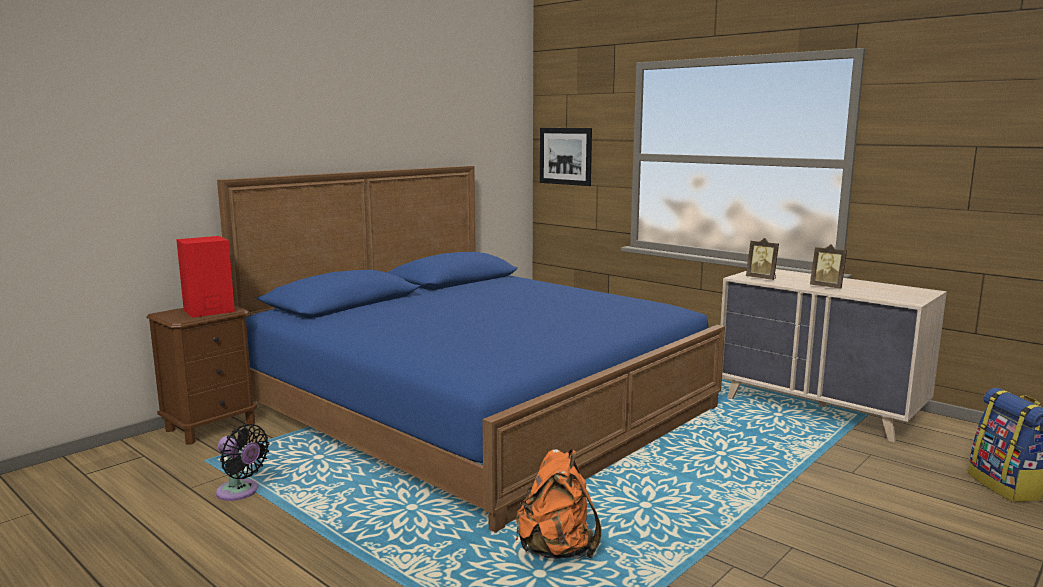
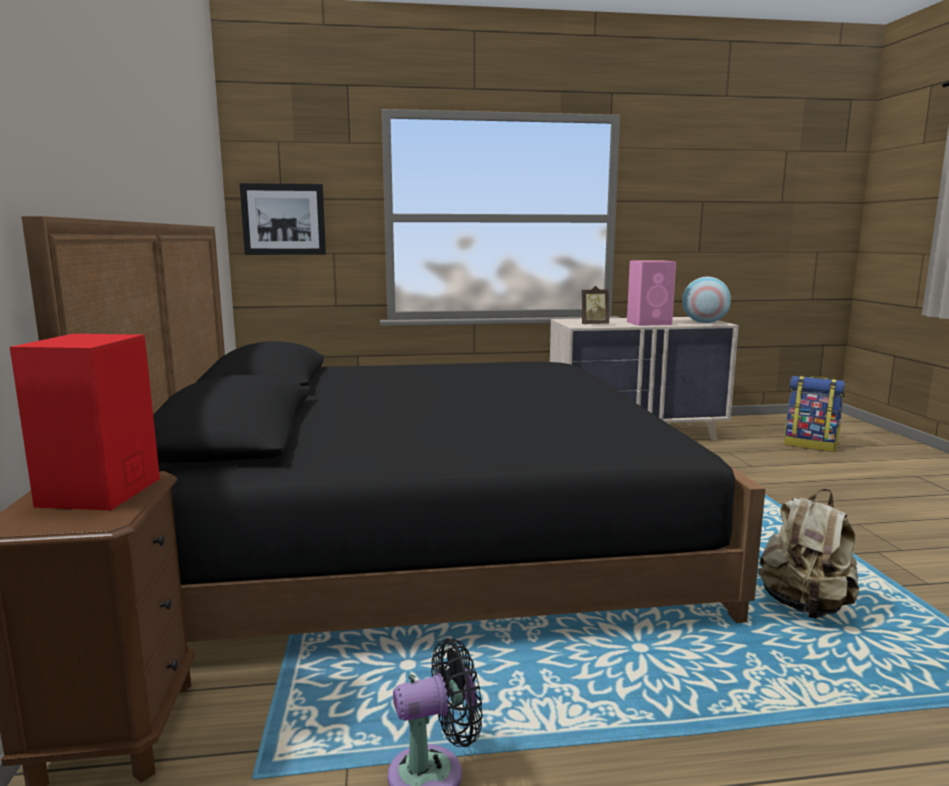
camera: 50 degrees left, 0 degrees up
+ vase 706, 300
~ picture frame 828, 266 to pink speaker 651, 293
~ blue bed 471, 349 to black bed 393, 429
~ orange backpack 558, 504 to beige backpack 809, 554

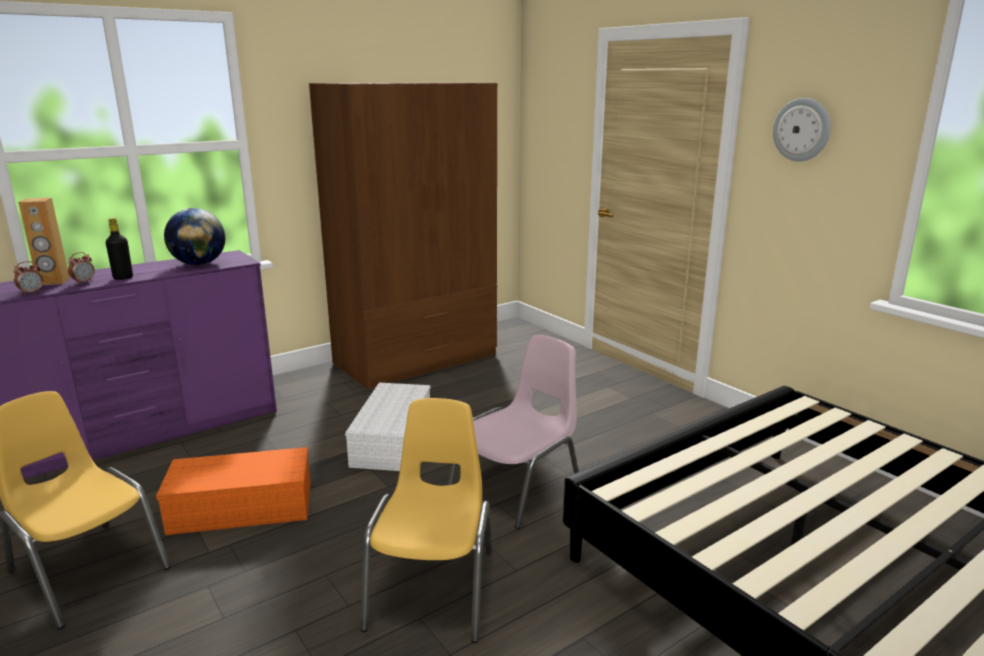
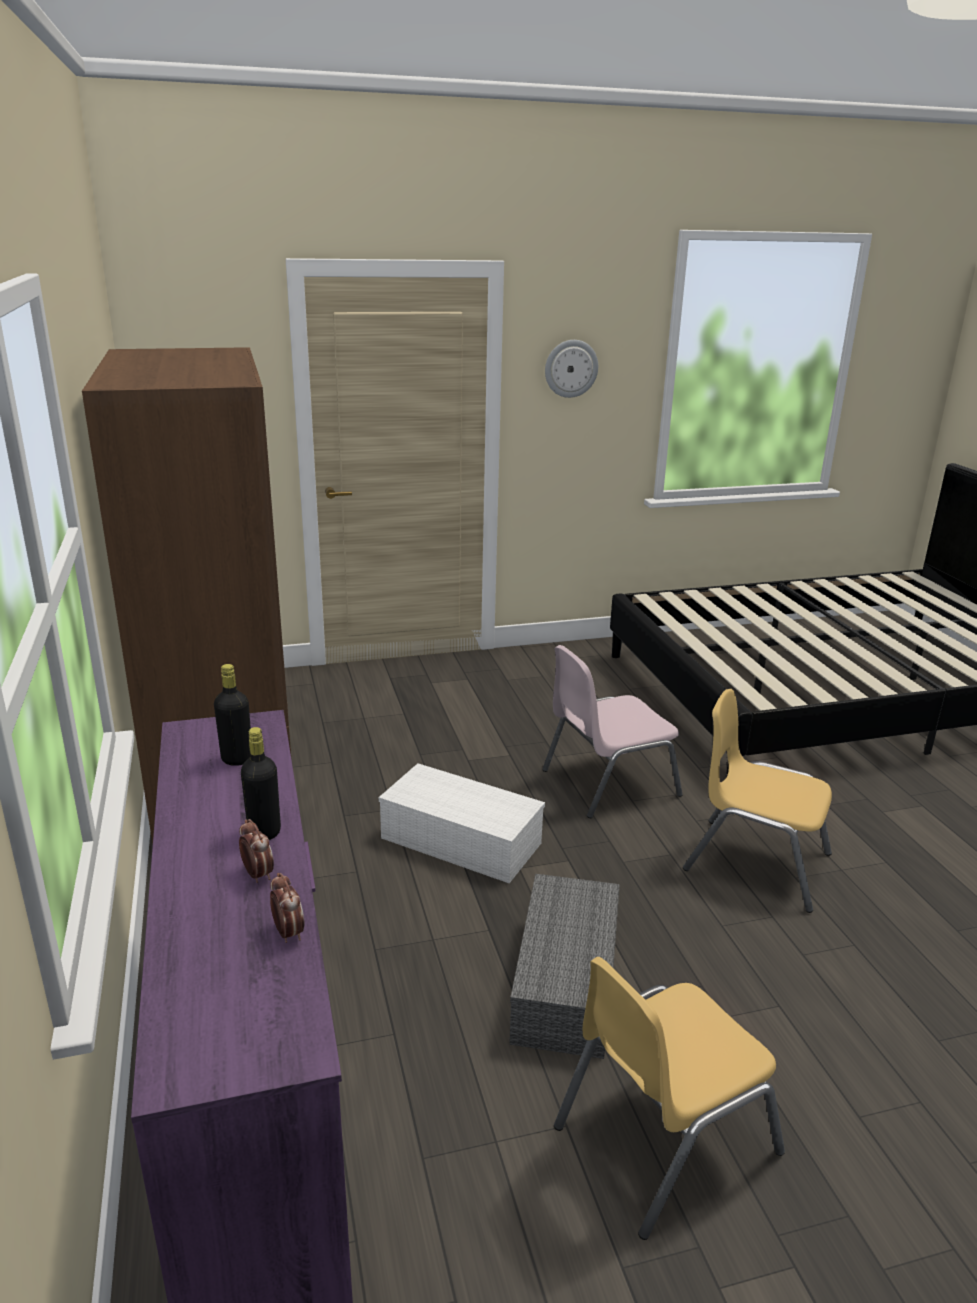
camera: 70 degrees left, 5 degrees up
- brown speaker 44, 241
~ globe 194, 236 to black bottle 232, 715
~ orange storage box 233, 491 to grey storage box 564, 966
~ pink chair 513, 432 = 612, 731 90 degrees counterclockwise

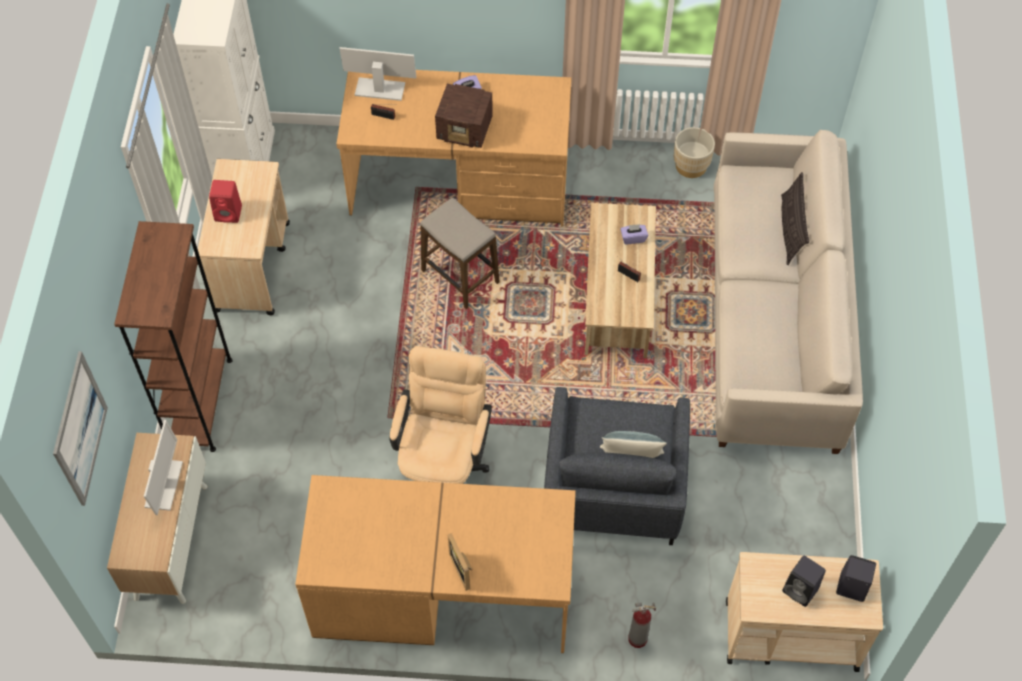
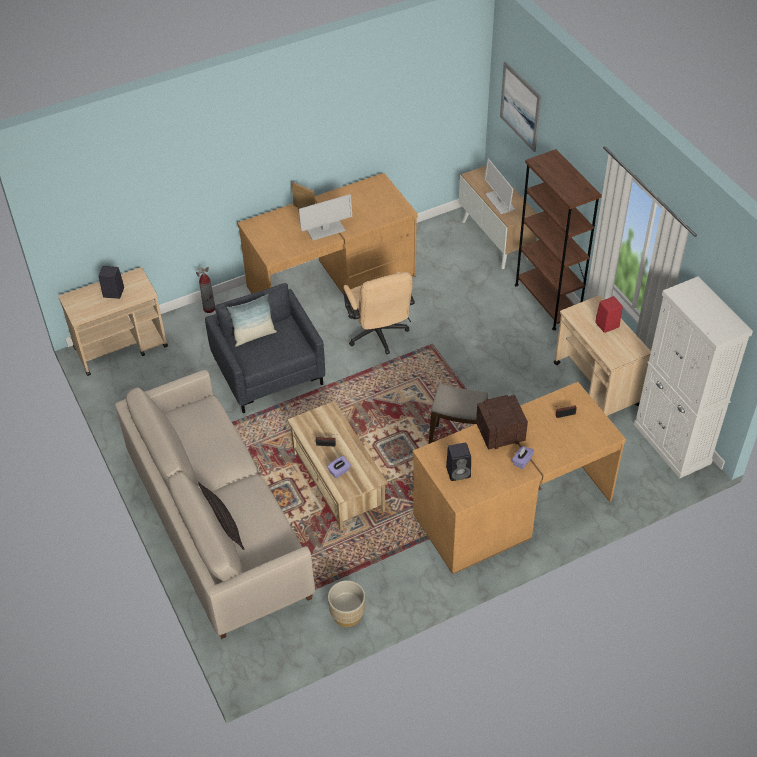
camera: 150 degrees right, 10 degrees down
~ monitor 377, 74 to 325, 217
~ black speaker 856, 578 to 458, 462

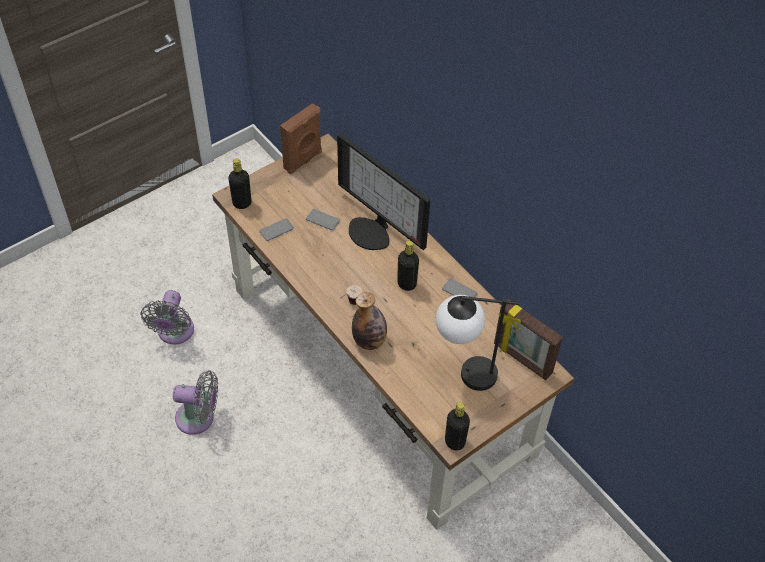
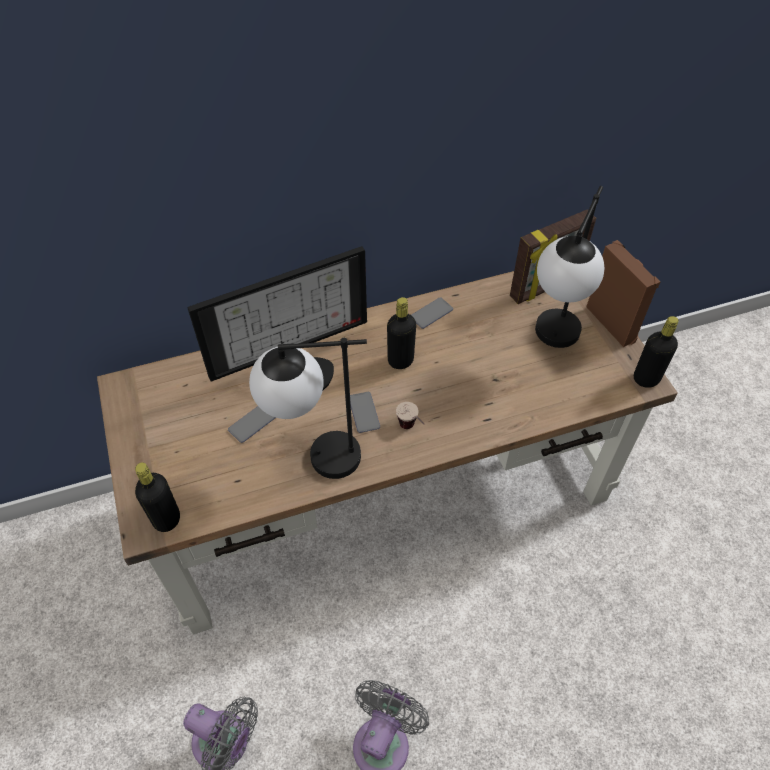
camera: 70 degrees left, 0 degrees up
- bottle 369, 321
+ table lamp 308, 408
~ phone 276, 229 to 365, 412
~ brown speaker 301, 138 to 623, 293

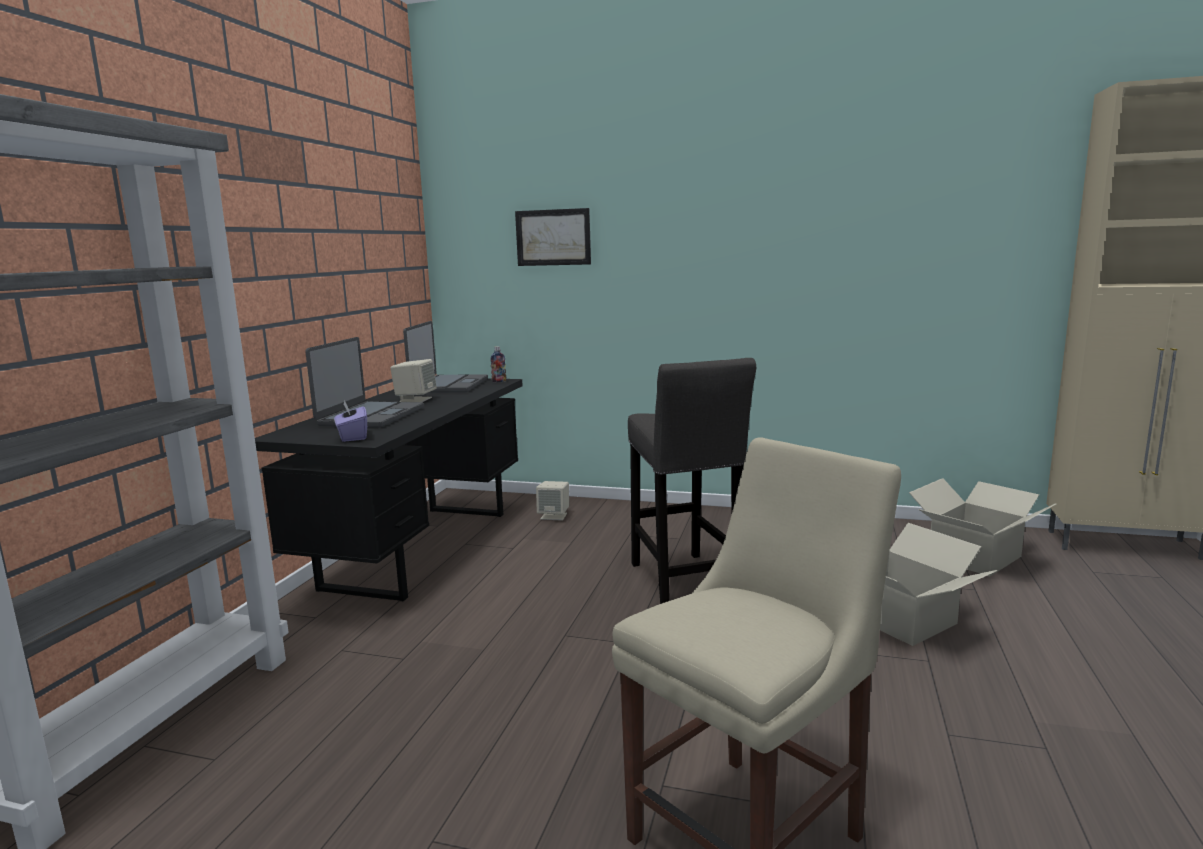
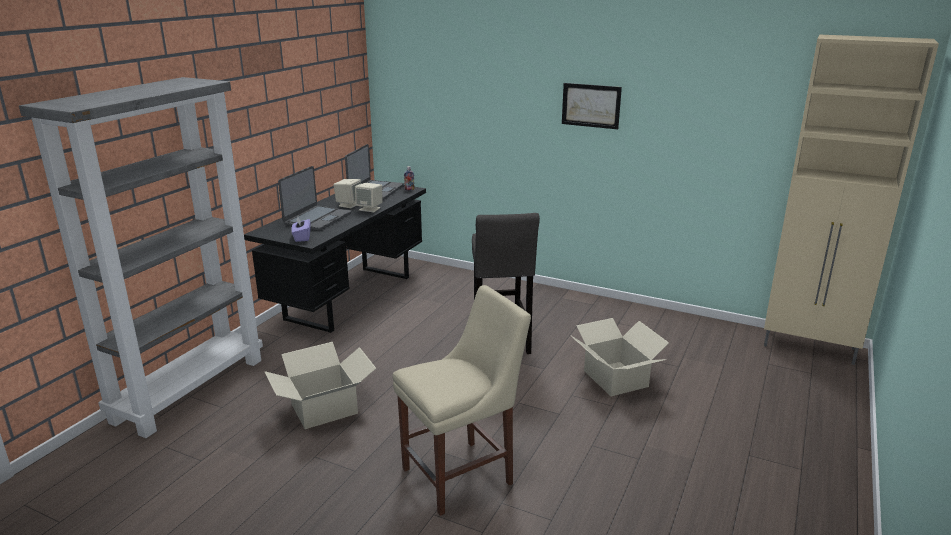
camera: 10 degrees right, 10 degrees up
~ picture 553, 237 to 592, 106
~ beige speaker 552, 501 to 368, 198
~ cardboard box 982, 527 to 320, 385

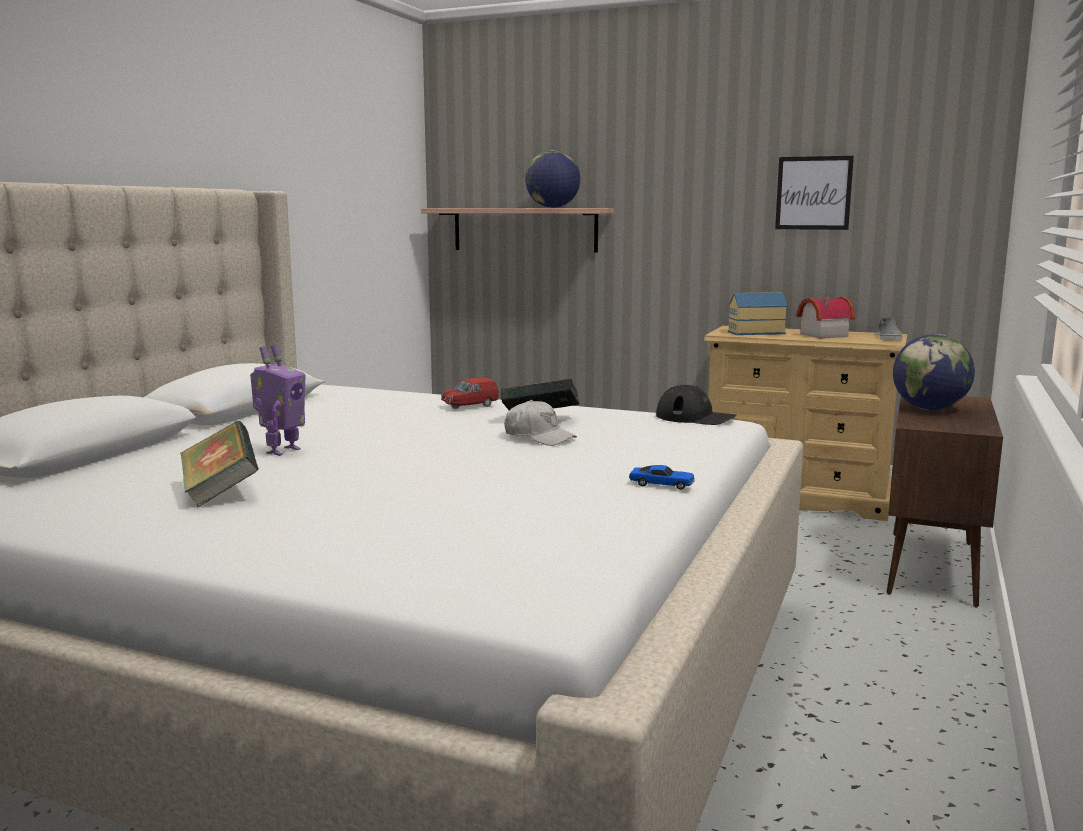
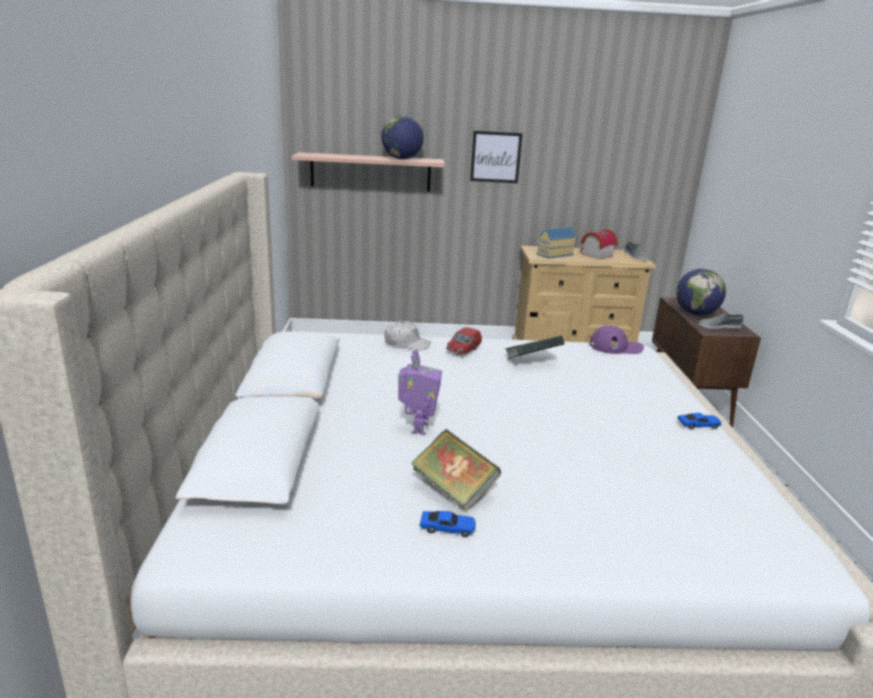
camera: 25 degrees left, 10 degrees up
+ toy car 448, 524
+ grey shoe 721, 320
~ white cap 540, 423 to 407, 336
~ picture 814, 193 to 496, 157
~ black cap 696, 405 to purple cap 617, 339

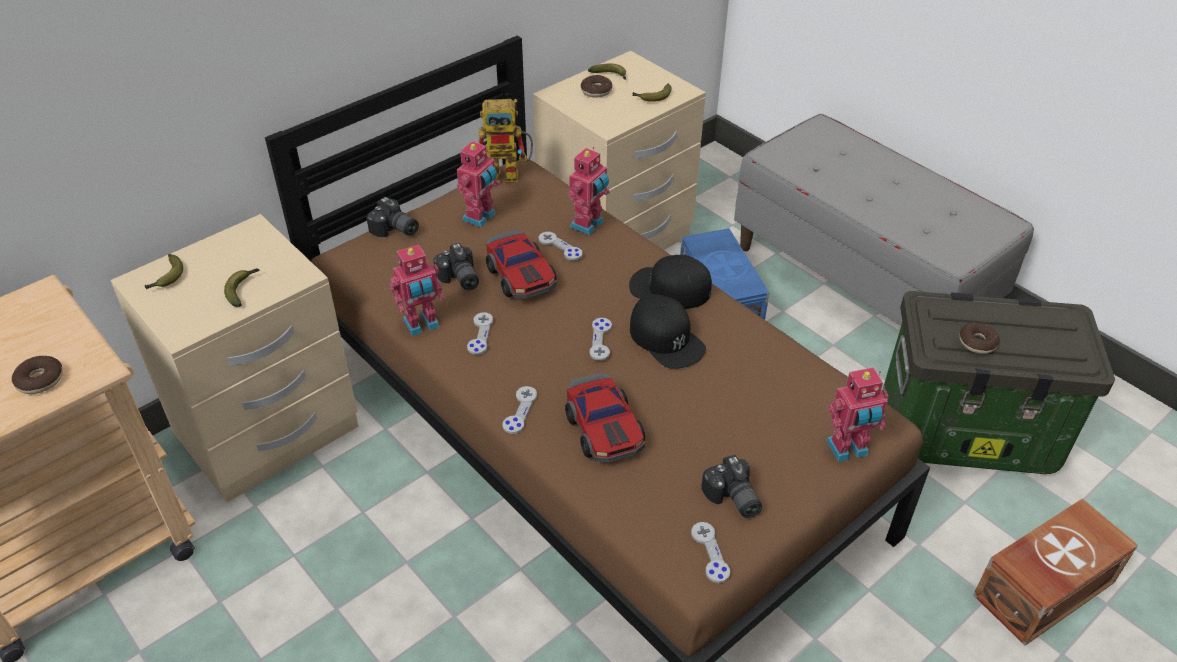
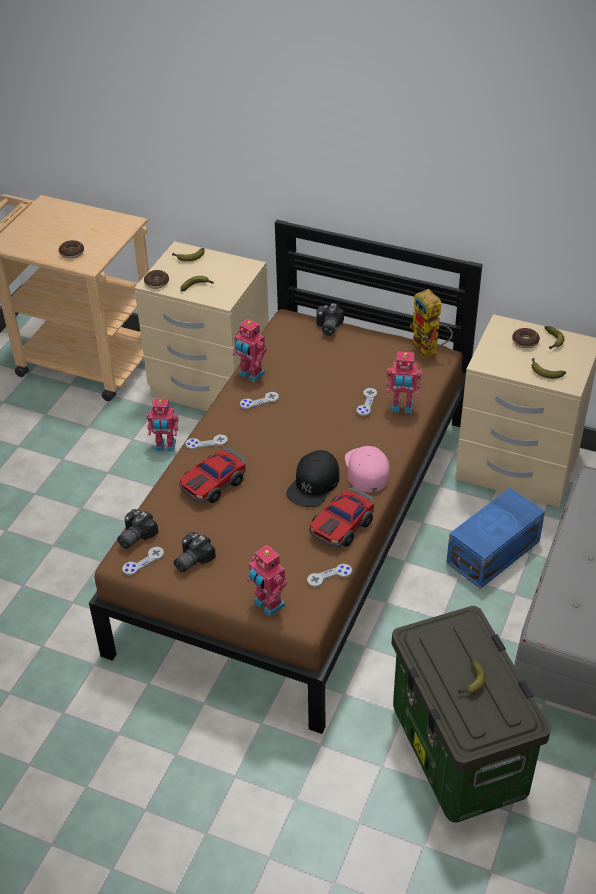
camera: 65 degrees right, 0 degrees up
- brown storage box 1055, 572
+ banana 472, 676
~ photo camera 456, 266 to 138, 529
~ toy robot 478, 183 to 162, 425
~ toy car 521, 264 to 341, 517
~ grey game controller 600, 339 to 329, 575
~ donut 979, 338 to 156, 279
~ black cap 670, 282 to pink cap 367, 469

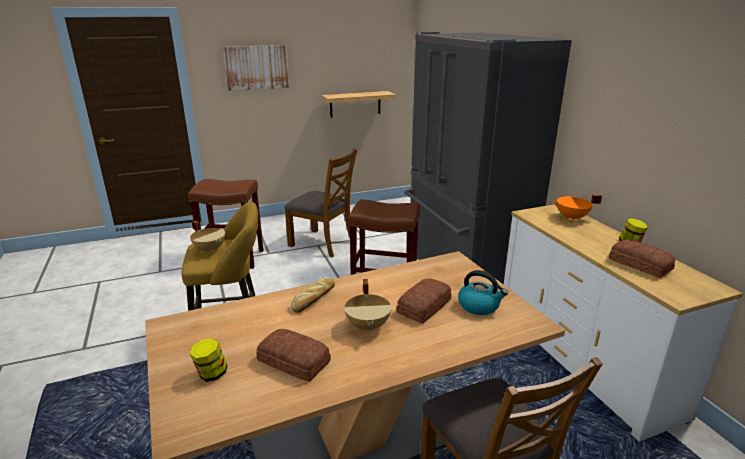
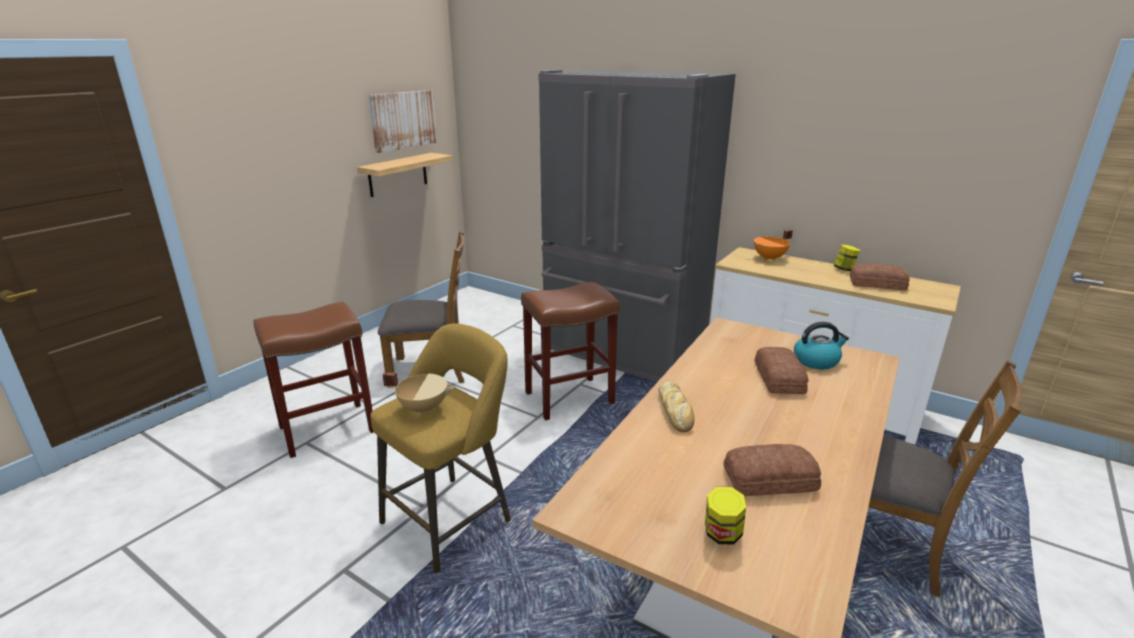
camera: 35 degrees left, 0 degrees up
- beige cooking pot 368, 306
~ picture 256, 68 to 402, 121

